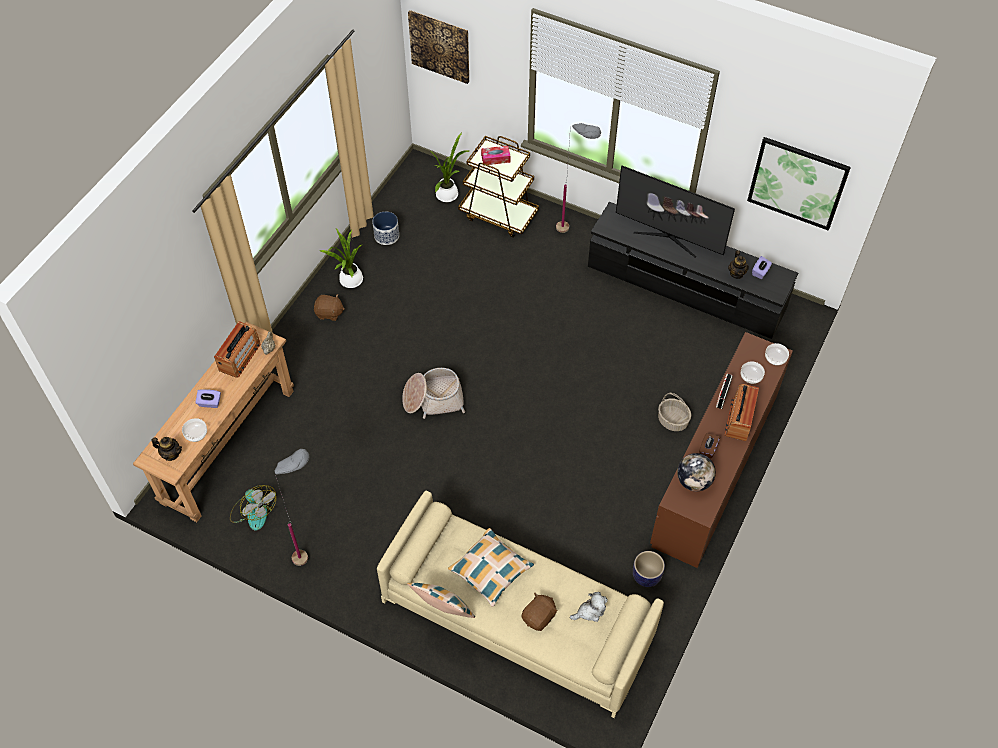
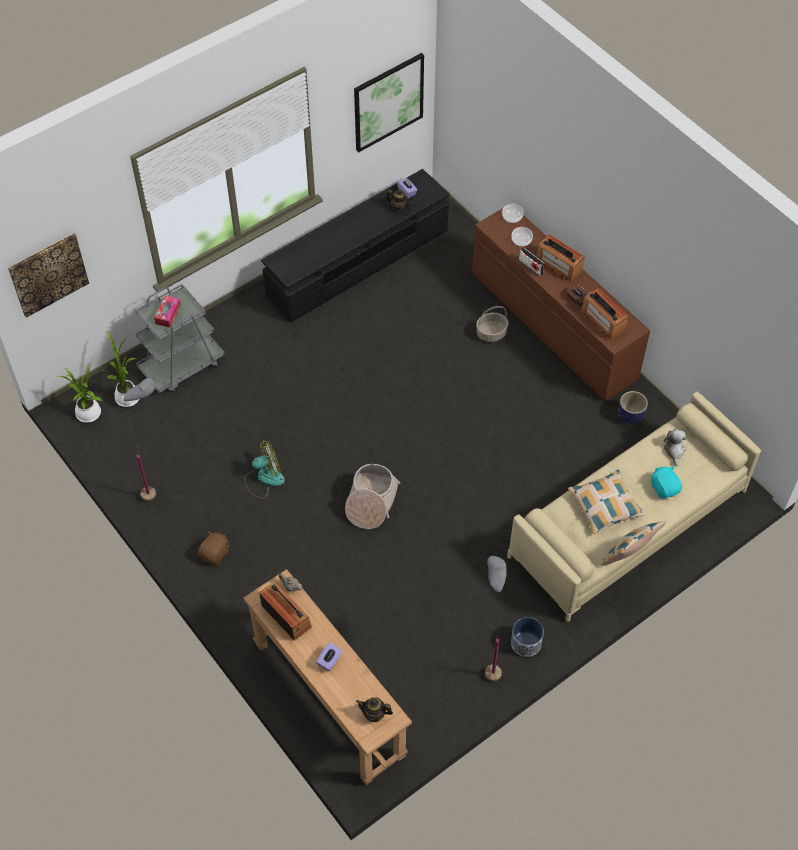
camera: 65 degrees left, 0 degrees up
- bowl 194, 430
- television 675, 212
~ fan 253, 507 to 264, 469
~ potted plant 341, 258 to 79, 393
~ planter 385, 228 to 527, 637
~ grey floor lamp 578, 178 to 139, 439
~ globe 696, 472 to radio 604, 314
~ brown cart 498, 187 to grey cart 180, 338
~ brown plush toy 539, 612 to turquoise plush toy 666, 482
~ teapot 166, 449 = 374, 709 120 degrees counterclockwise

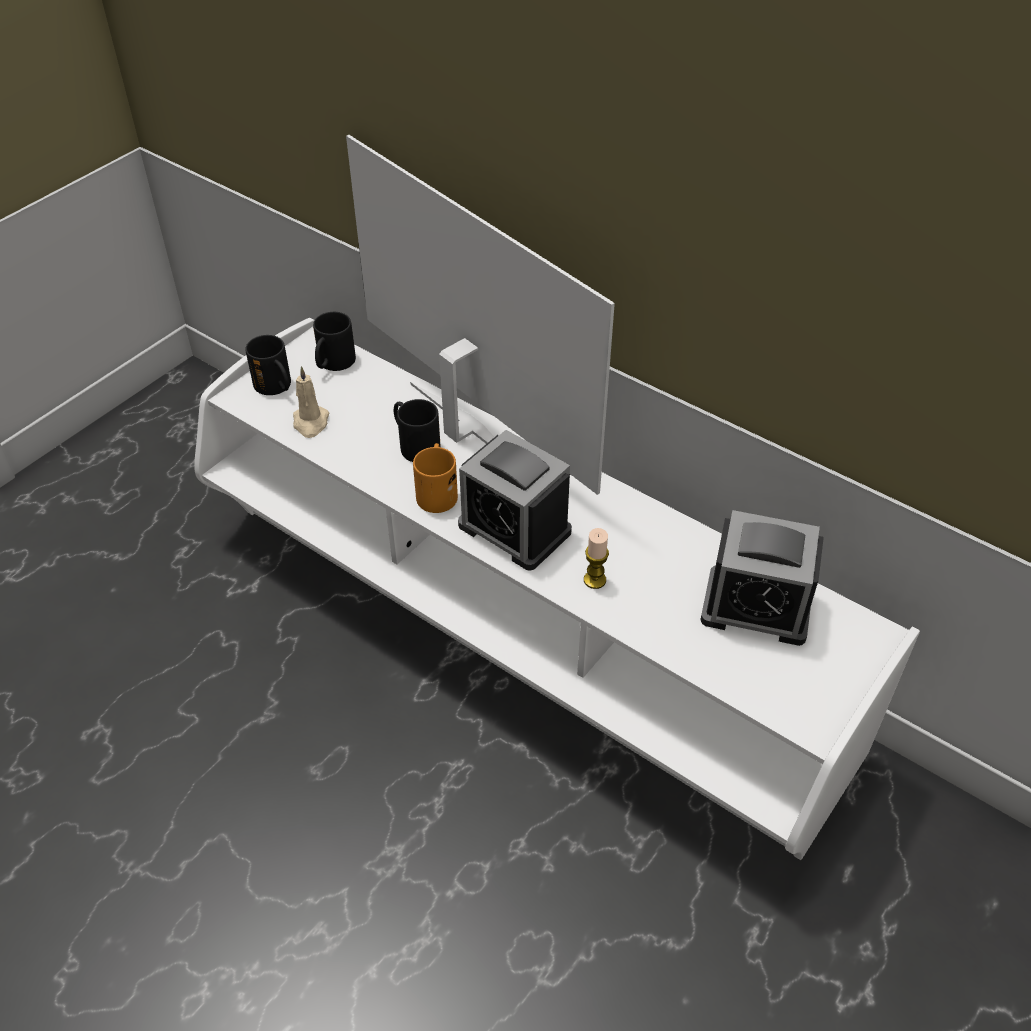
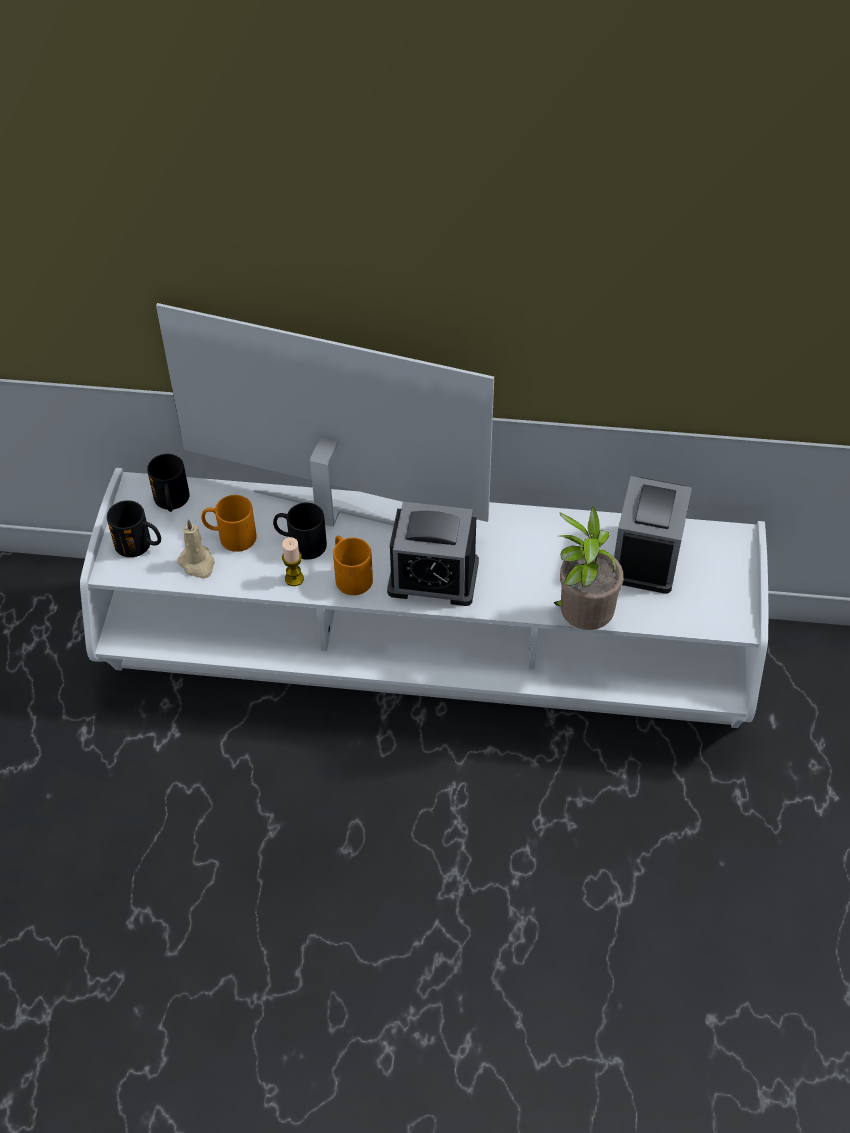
camera: 30 degrees left, 5 degrees up
+ orange mug 229, 523
+ potted plant 588, 568
~ candle 596, 558 to 293, 561
~ alarm clock 762, 578 = 653, 535 120 degrees clockwise

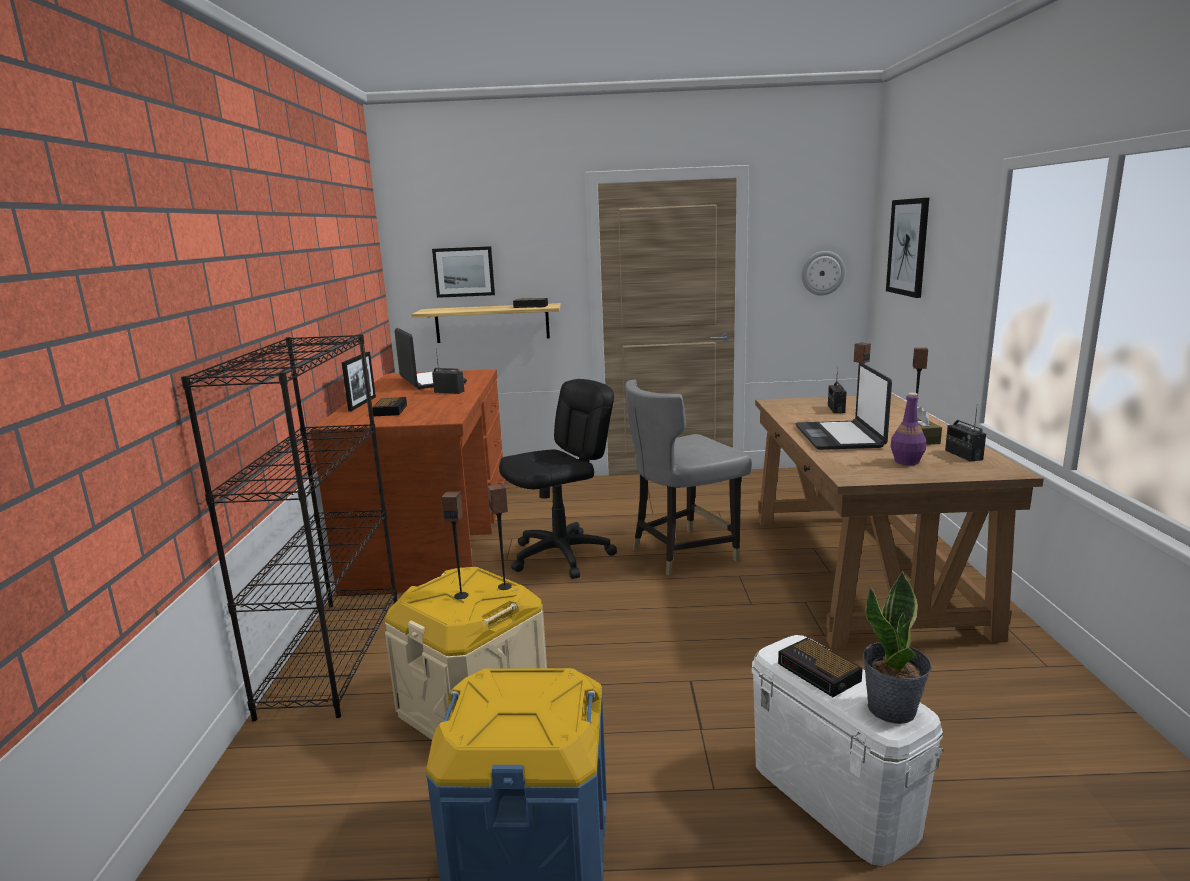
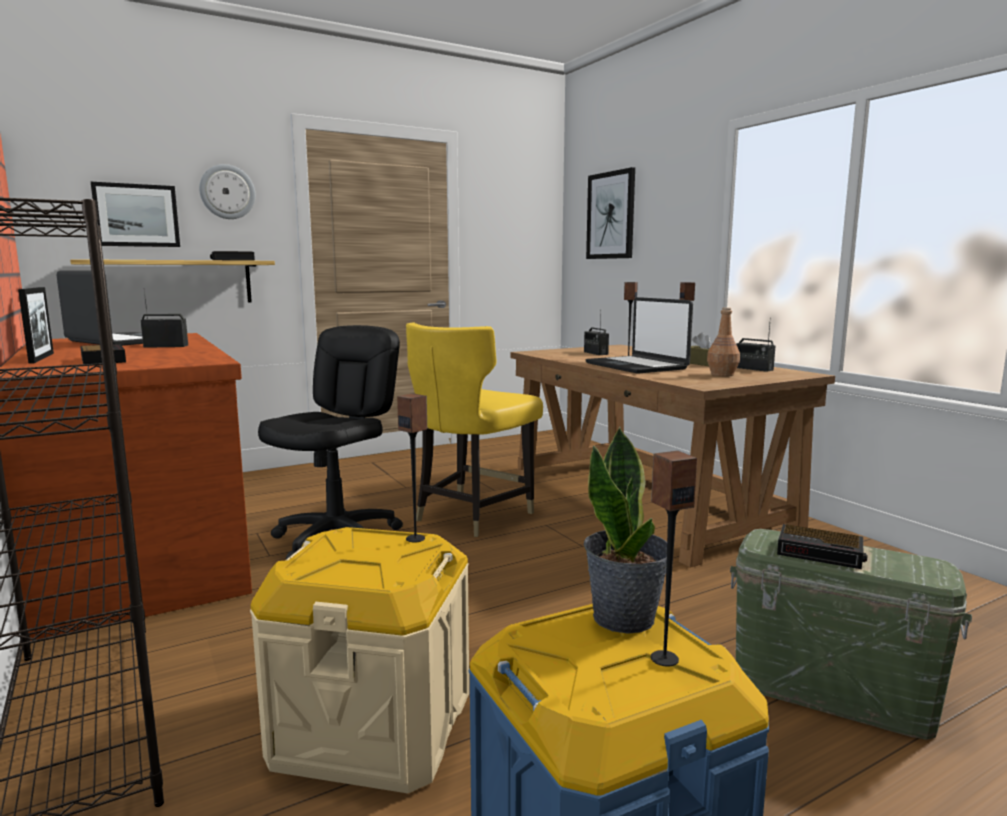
camera: 30 degrees left, 5 degrees down
~ speaker 454, 545 to 674, 559
~ wall clock 823, 273 to 227, 191
~ potted plant 897, 647 to 625, 530
~ grey chair 688, 477 to yellow chair 474, 429
~ white storage box 848, 750 to green storage box 851, 634
~ purple bottle 908, 429 to brown bottle 723, 341

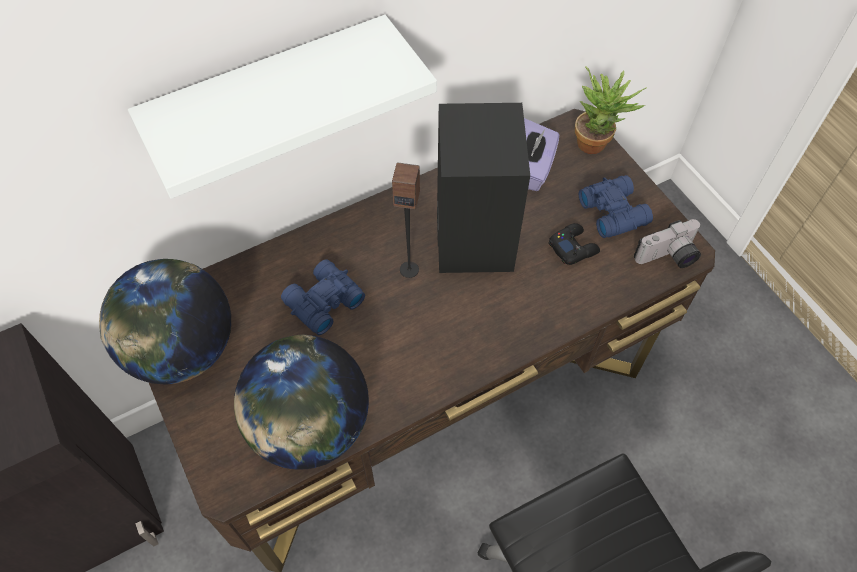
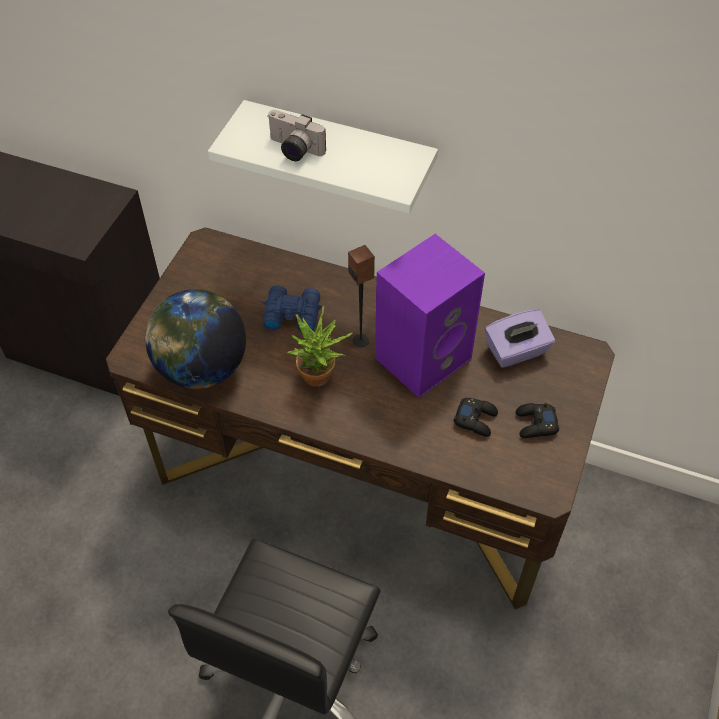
camera: 50 degrees right, 5 degrees down
- globe 165, 321
~ potted plant 611, 110 to 320, 346
~ photo camera 667, 243 to 296, 135
~ blue binoculars 616, 206 to black game controller 537, 420
~ black speaker 483, 188 to purple speaker 430, 316

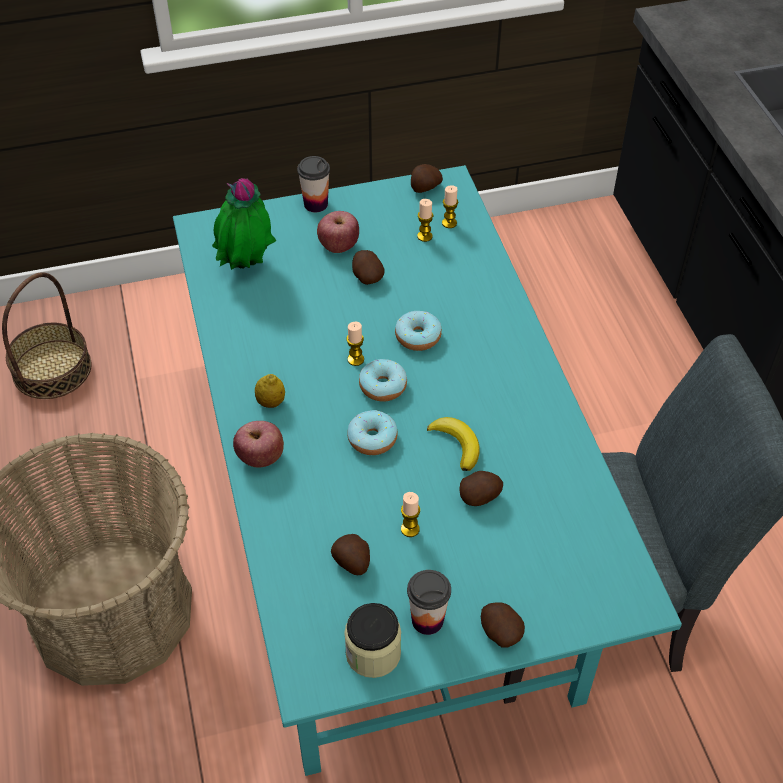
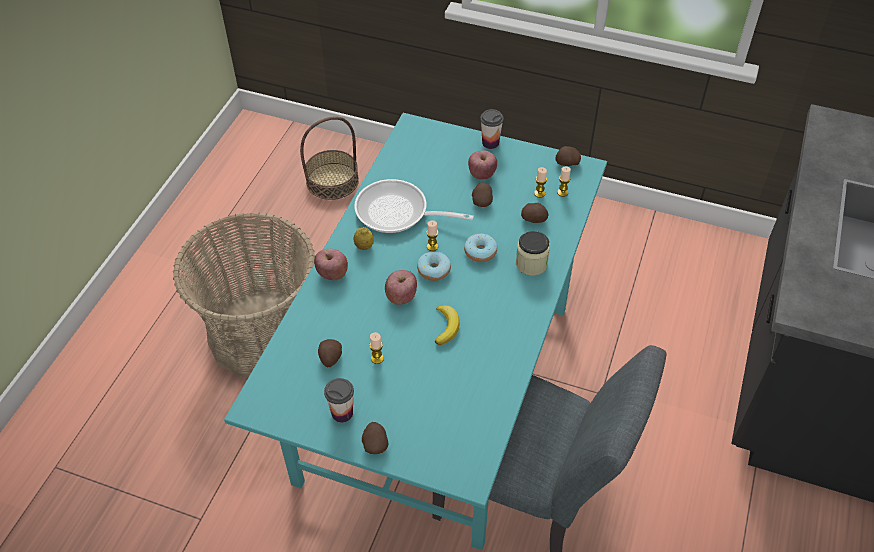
camera: 35 degrees right, 0 degrees up
- potted plant 244, 224
+ frying pan 414, 206
~ jar 372, 640 to 533, 253
~ potato 481, 488 to 534, 213
~ donut 372, 432 to apple 401, 287

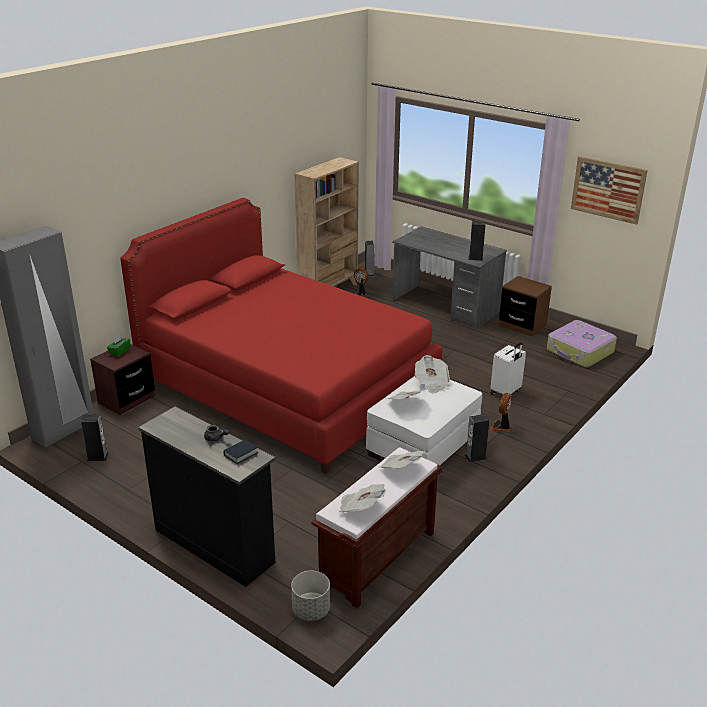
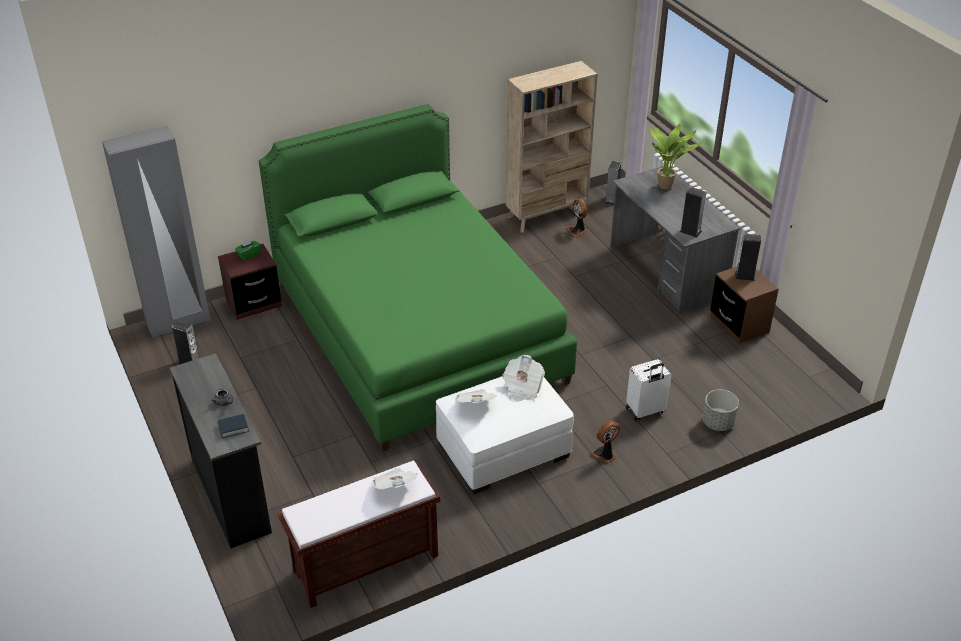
camera: 25 degrees right, 10 degrees up
- newspaper 362, 498
- suitcase 582, 343
- picture 609, 190
+ potted plant 675, 156
~ grey planter 310, 596 to 720, 410
~ speaker 477, 438 to 748, 257
~ red bed 281, 335 to green bed 418, 277

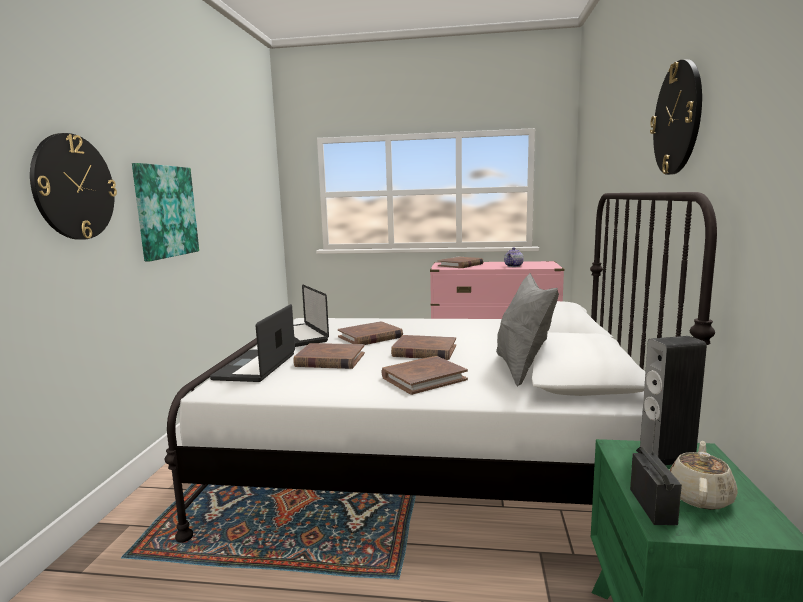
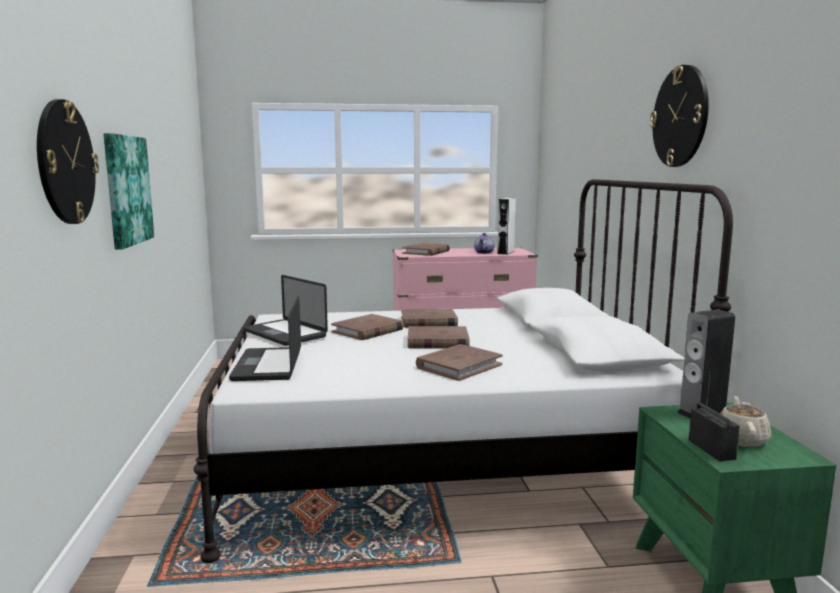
camera: 15 degrees left, 0 degrees up
- grey pillow 527, 330
+ white speaker 506, 226
~ brown book 329, 356 to 429, 318

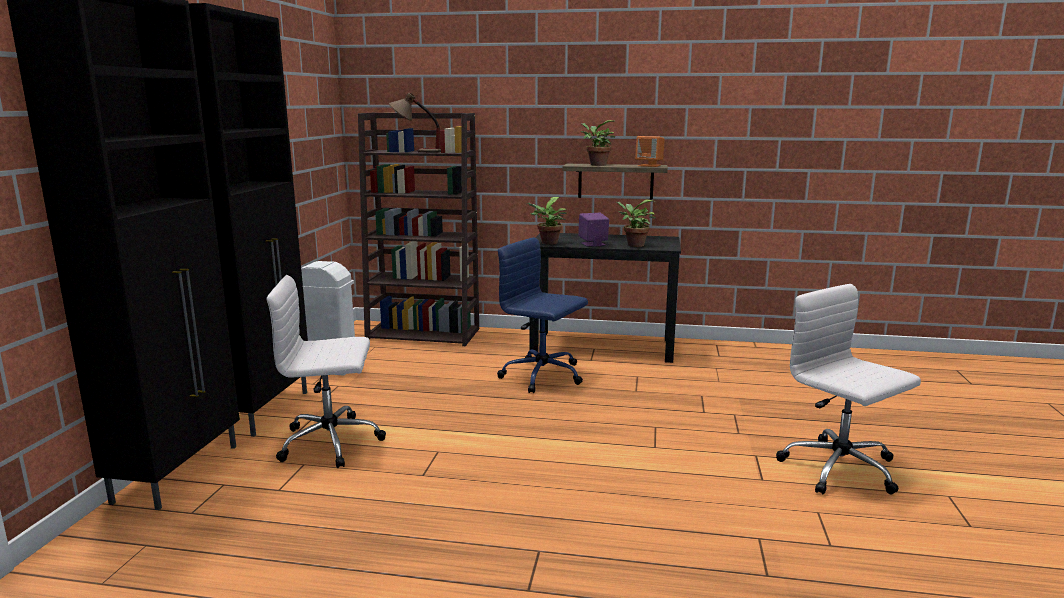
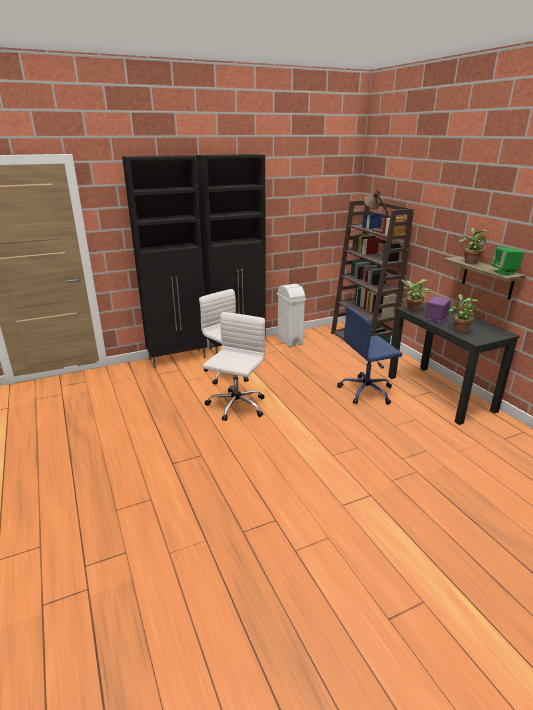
camera: 55 degrees right, 10 degrees up
~ white office chair 848, 389 to 234, 366
~ orange speaker 650, 151 to green speaker 507, 261
~ blue office chair 542, 315 = 369, 355 105 degrees counterclockwise

